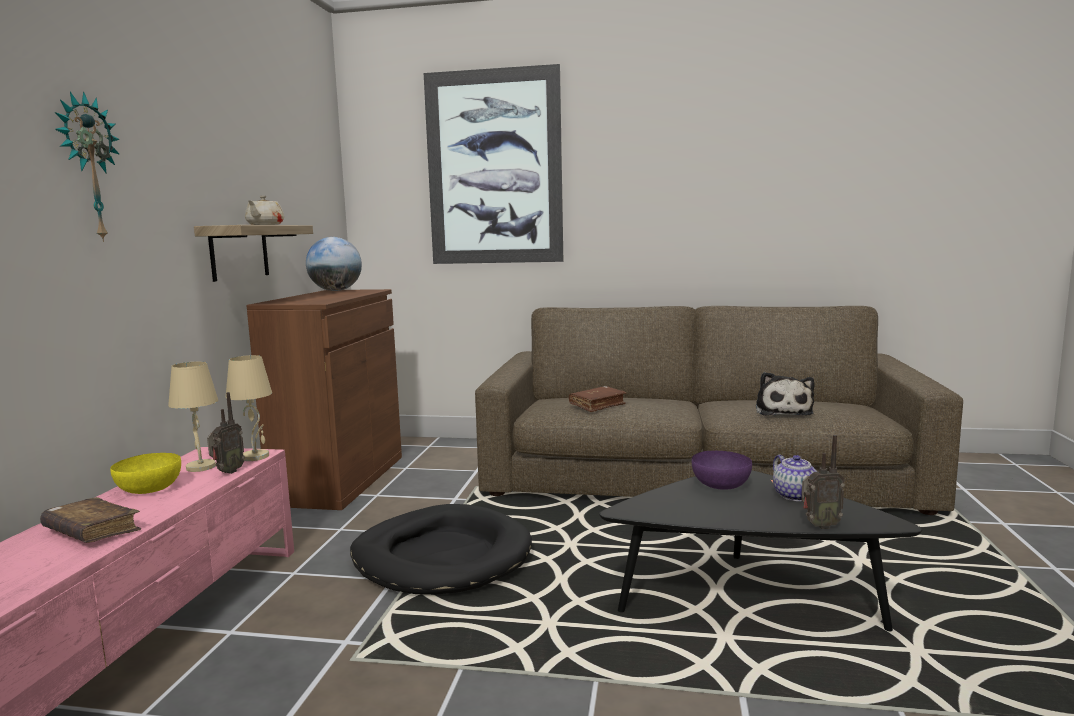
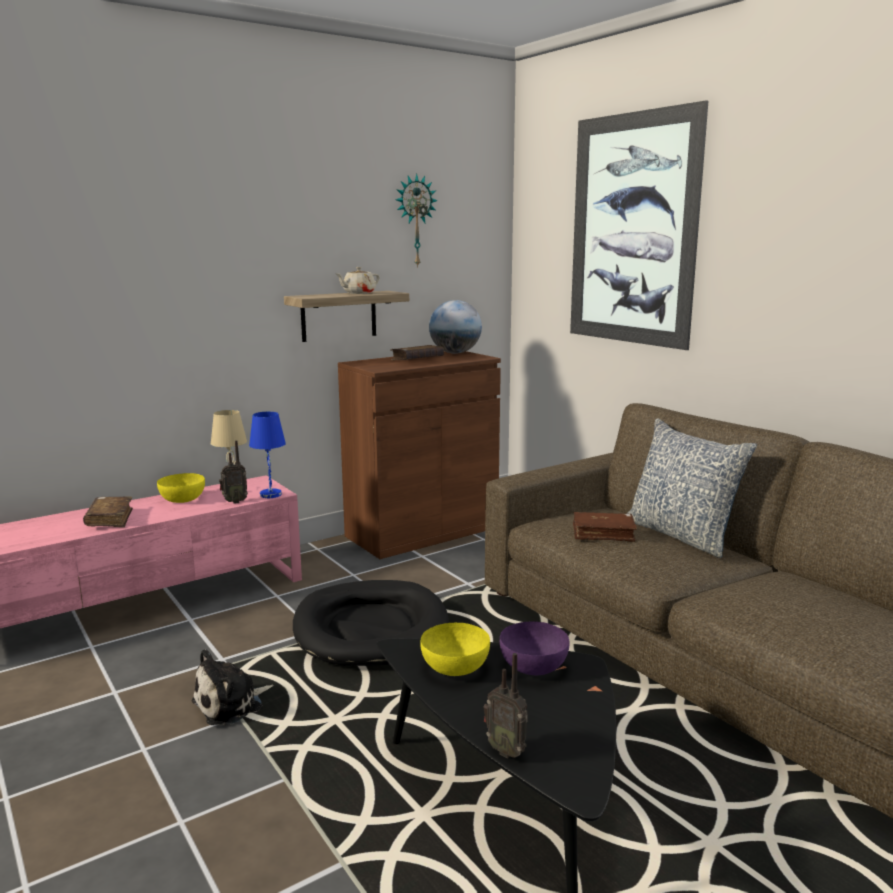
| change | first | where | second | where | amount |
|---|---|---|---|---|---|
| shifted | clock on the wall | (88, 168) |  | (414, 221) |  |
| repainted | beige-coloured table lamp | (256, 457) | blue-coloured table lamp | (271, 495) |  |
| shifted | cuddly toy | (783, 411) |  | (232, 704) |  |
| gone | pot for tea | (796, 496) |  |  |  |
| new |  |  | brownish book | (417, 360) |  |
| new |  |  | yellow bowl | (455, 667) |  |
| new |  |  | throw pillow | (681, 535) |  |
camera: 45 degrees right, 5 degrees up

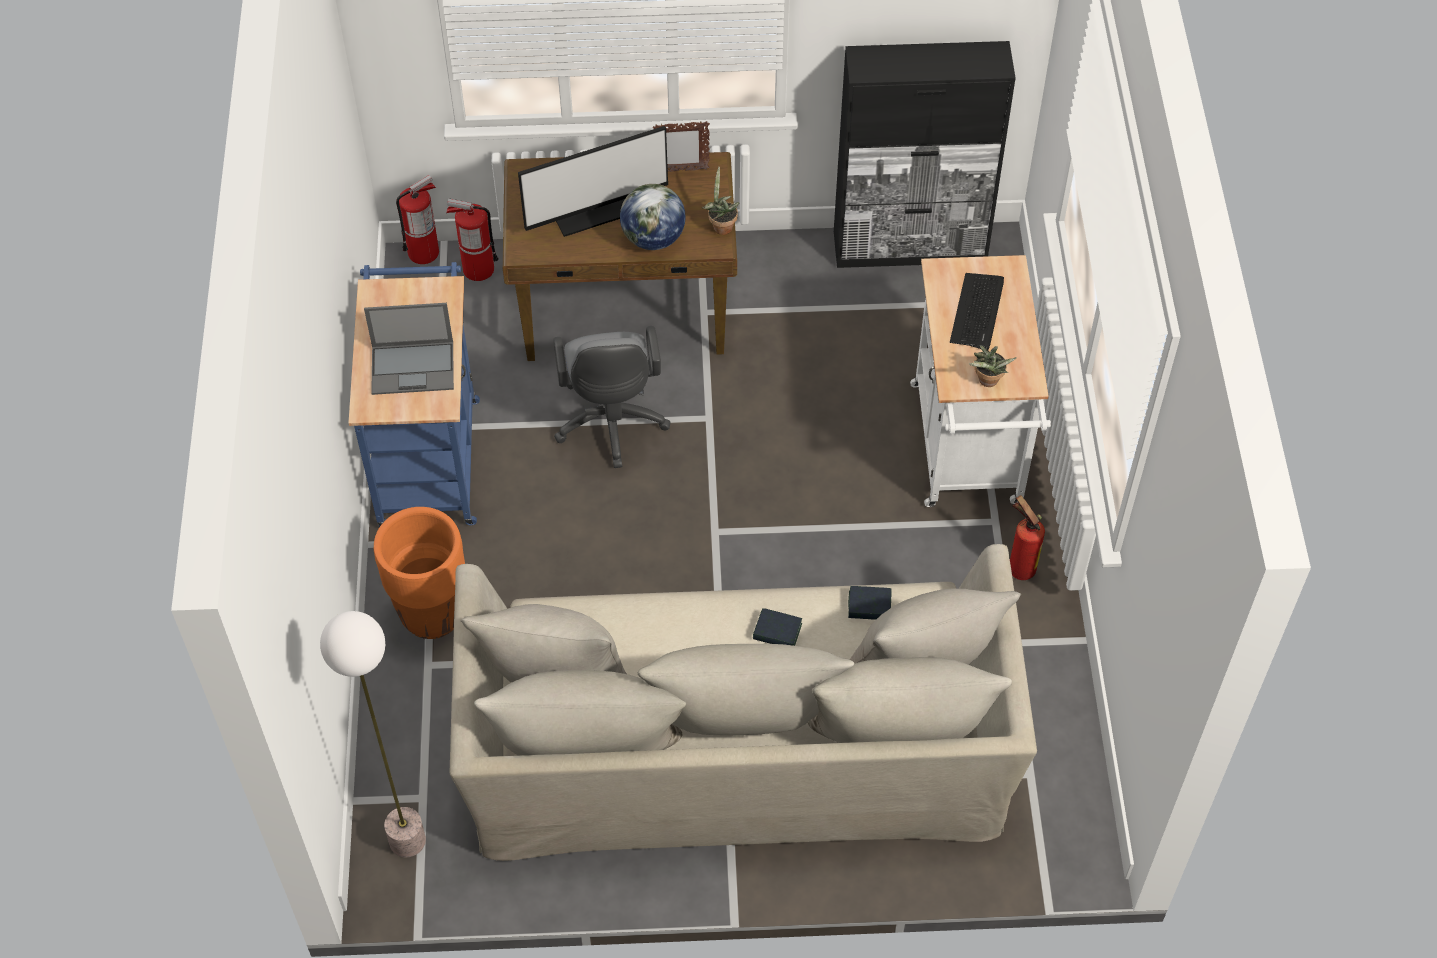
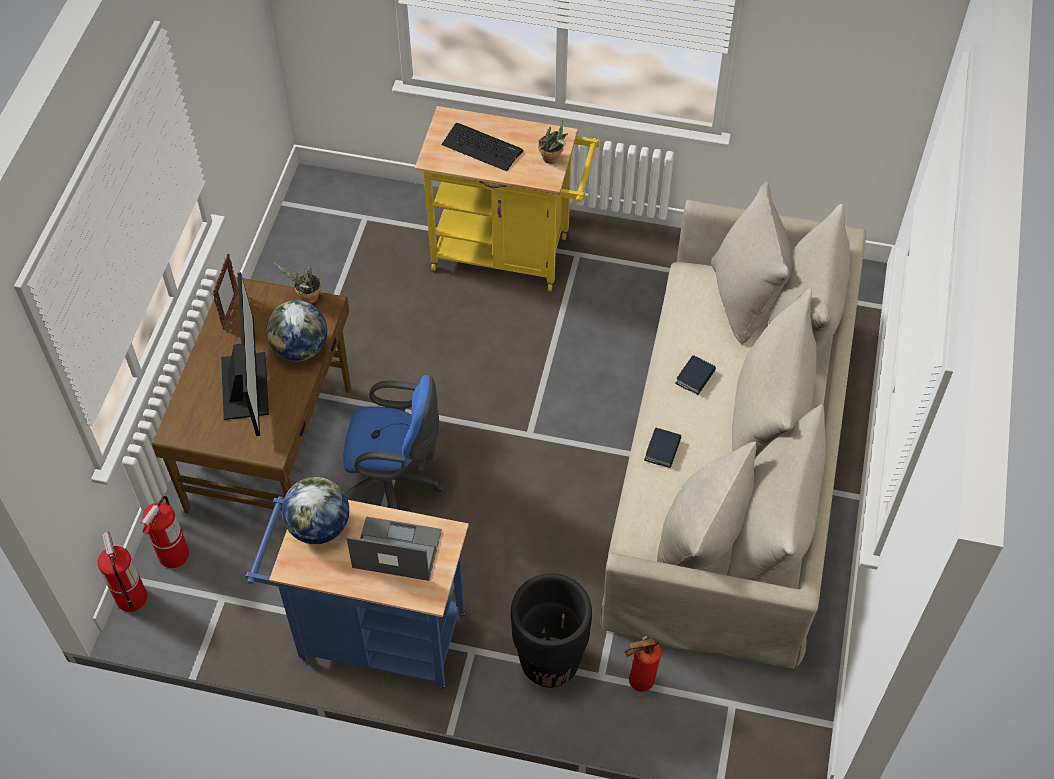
| change | first | where | second | where | amount |
|---|---|---|---|---|---|
| gone | floor lamp | (407, 841) |  |  |  |
| rotated | portable computer | (414, 367) |  | (396, 549) | 90 degrees counterclockwise |
| repainted | orange flower pot | (432, 615) | blackish flower pot | (549, 664) |  |
| repainted | grey office chair | (611, 425) | blue-coloured office chair | (394, 485) |  |
| gone | blackish cupboard | (910, 247) |  |  |  |
| shifted | book | (869, 606) |  | (662, 450) |  |
| repainted | white wheeled cart | (967, 453) | yellow wheeled cart | (509, 253) |  |
| shifted | fire extinguisher | (1019, 567) |  | (637, 682) |  |
| new |  |  | world globe | (319, 527) |  |
camera: 75 degrees left, 0 degrees up

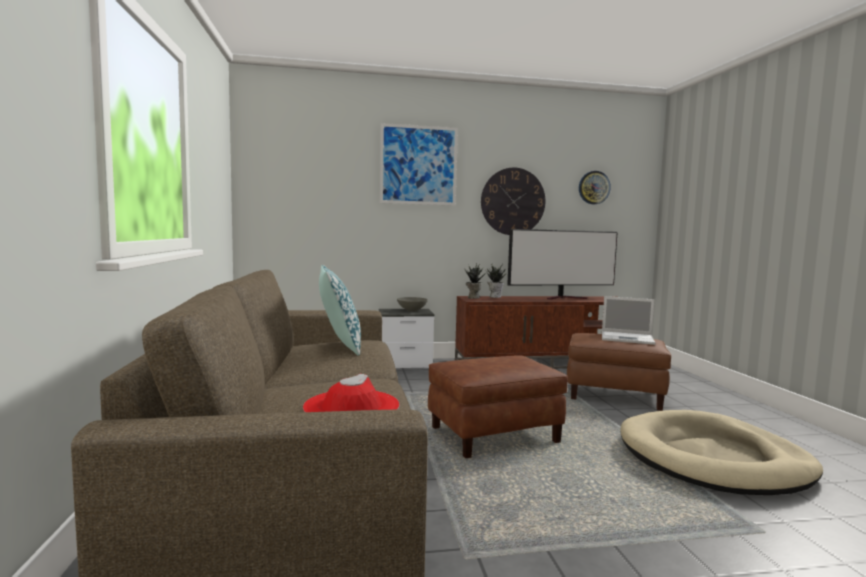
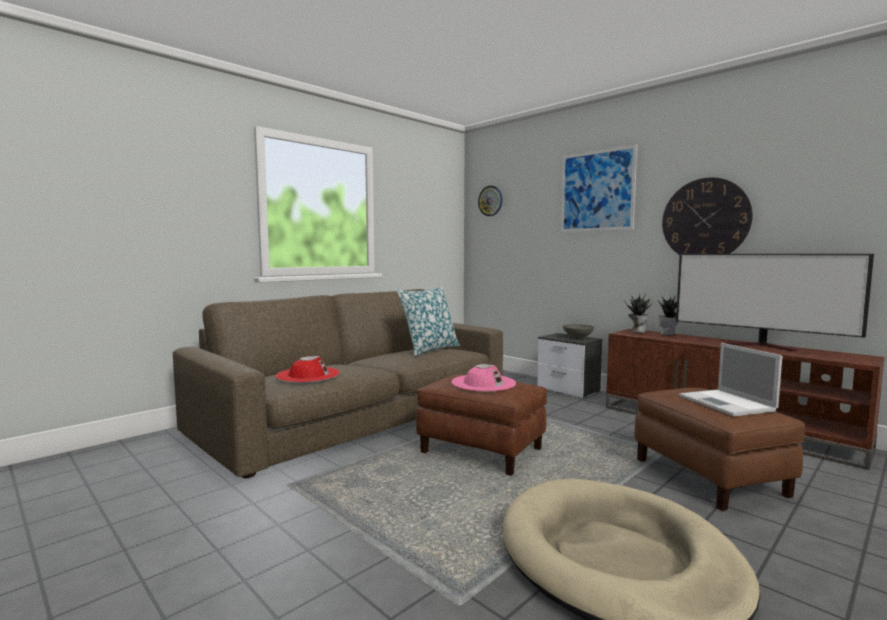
| change | first | where | second | where | amount |
|---|---|---|---|---|---|
| shifted | clock on the wall | (594, 187) |  | (490, 201) |  |
| new |  |  | pink-coloured clothing hat | (483, 383) |  |
camera: 55 degrees right, 0 degrees up

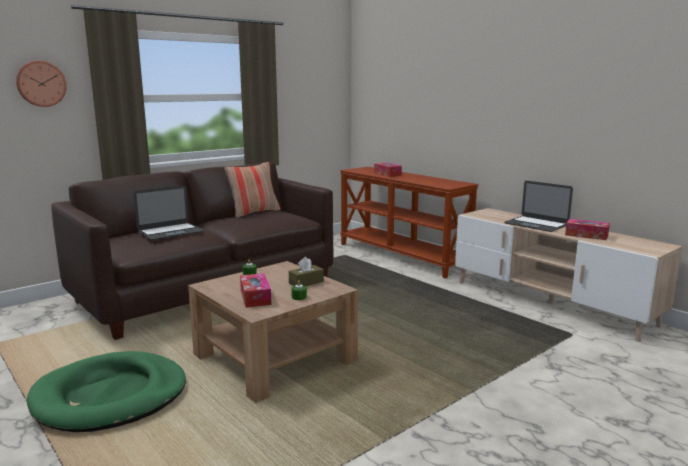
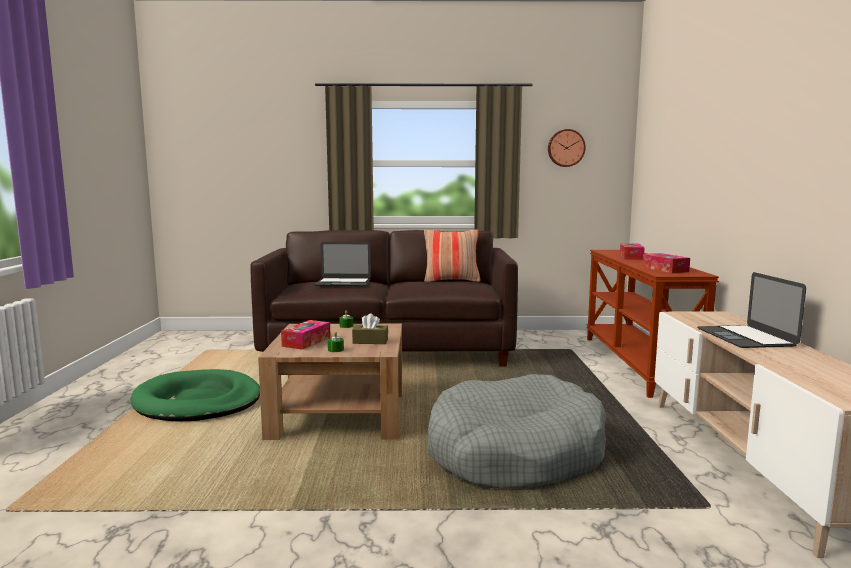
| change | first | where | second | where | amount |
|---|---|---|---|---|---|
| shifted | clock on the wall | (41, 84) |  | (566, 148) |  |
| shifted | box of tissues | (586, 235) |  | (665, 269) |  |
| new |  |  | grey dog cushion | (514, 453) |  |
camera: 40 degrees right, 5 degrees down

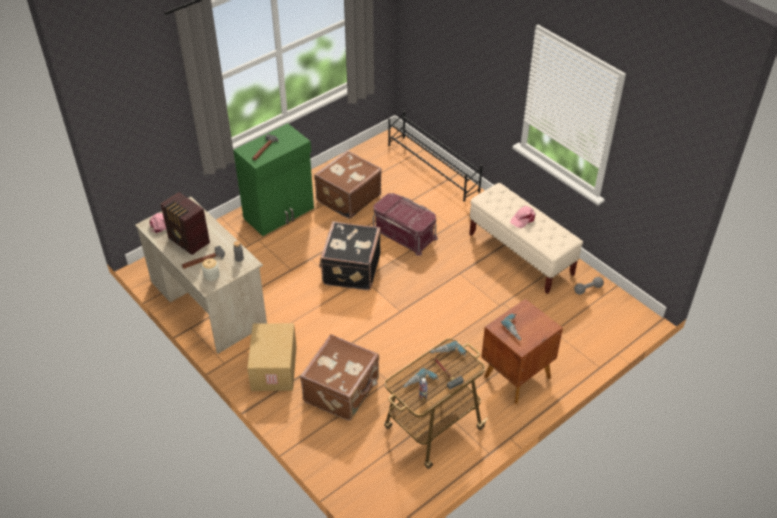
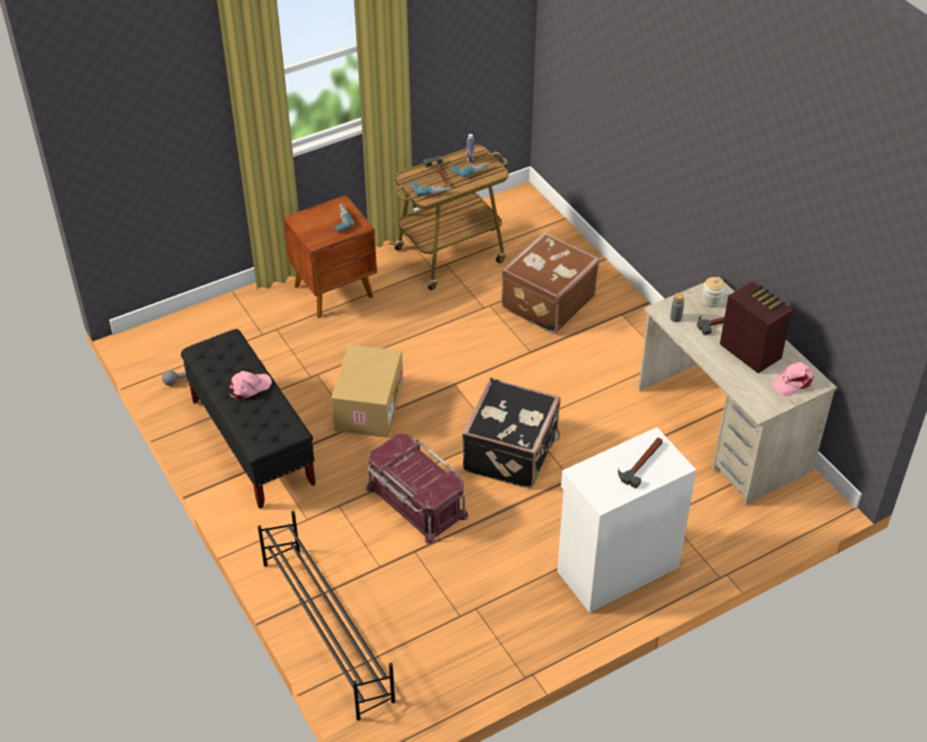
| change | first | where | second | where | amount |
|---|---|---|---|---|---|
| repainted | greenish cupboard | (280, 213) | white cupboard | (616, 568) |  |
| shifted | packing box | (275, 368) |  | (368, 406) |  |
| gone | brownish travel case | (347, 198) |  |  |  |
| repainted | beige-coloured indoor bench | (521, 255) | blackish indoor bench | (252, 442) |  |
camera: 170 degrees left, 0 degrees up

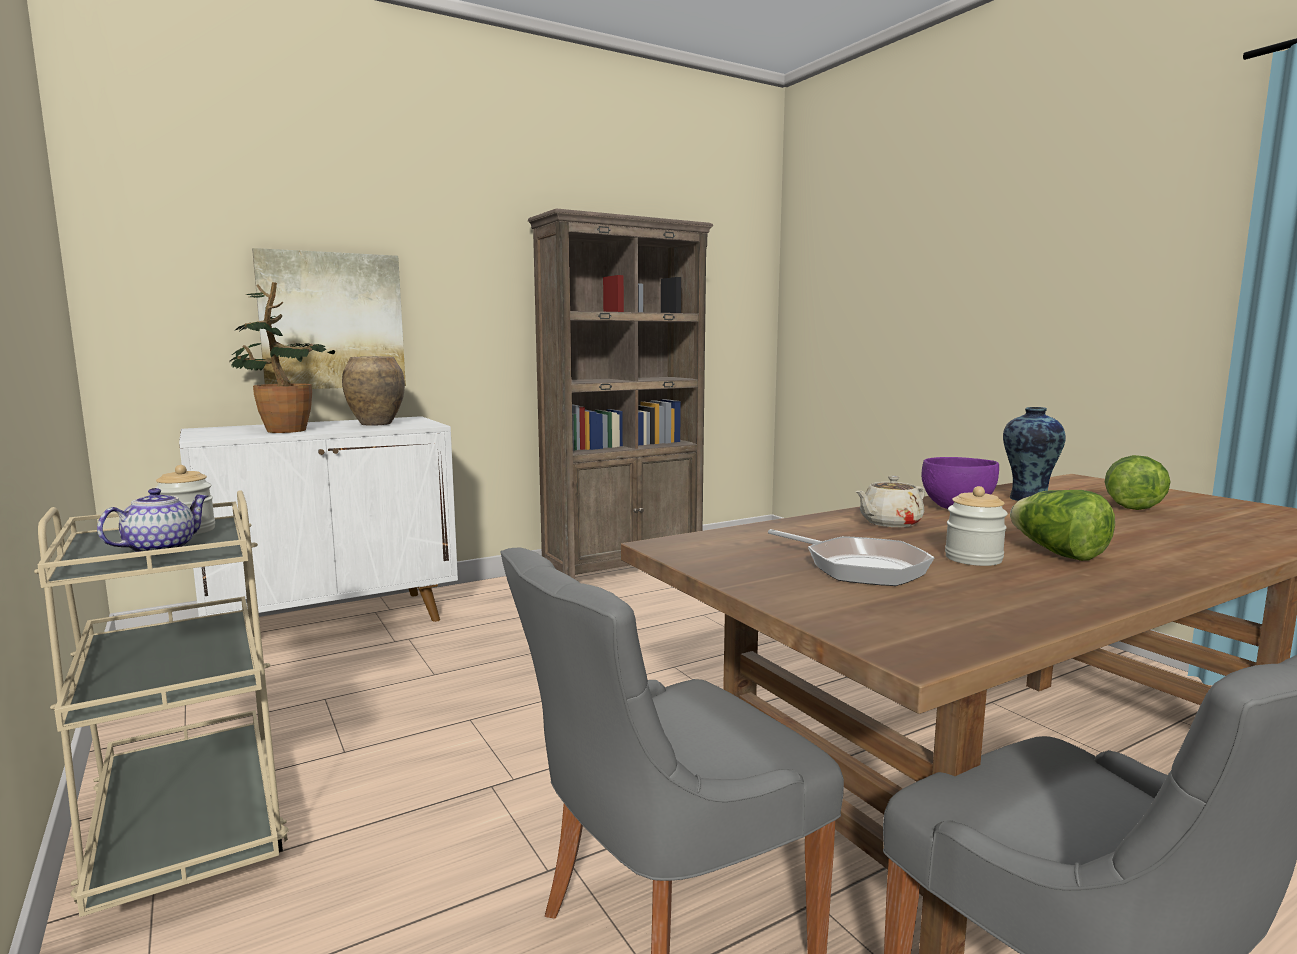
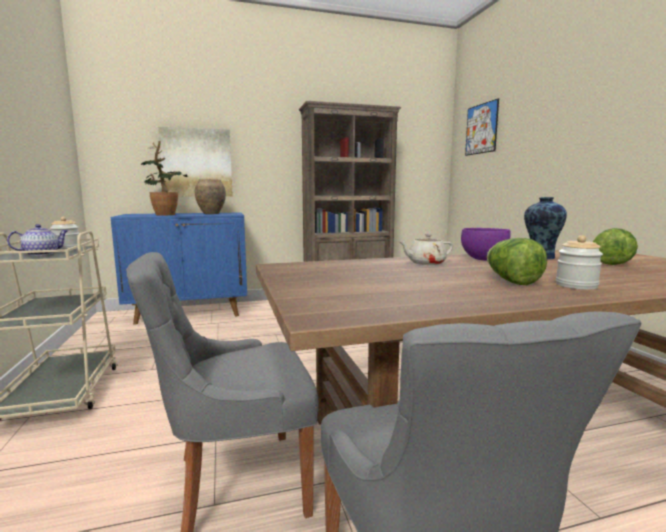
| change | first | where | second | where | amount |
|---|---|---|---|---|---|
| repainted | white cupboard | (335, 623) | blue-coloured cupboard | (190, 313) |  |
| gone | skillet | (859, 567) |  |  |  |
| shifted | preserve jar | (973, 558) |  | (576, 285) |  |
| new |  |  | picture | (481, 128) |  |
camera: 15 degrees right, 0 degrees up

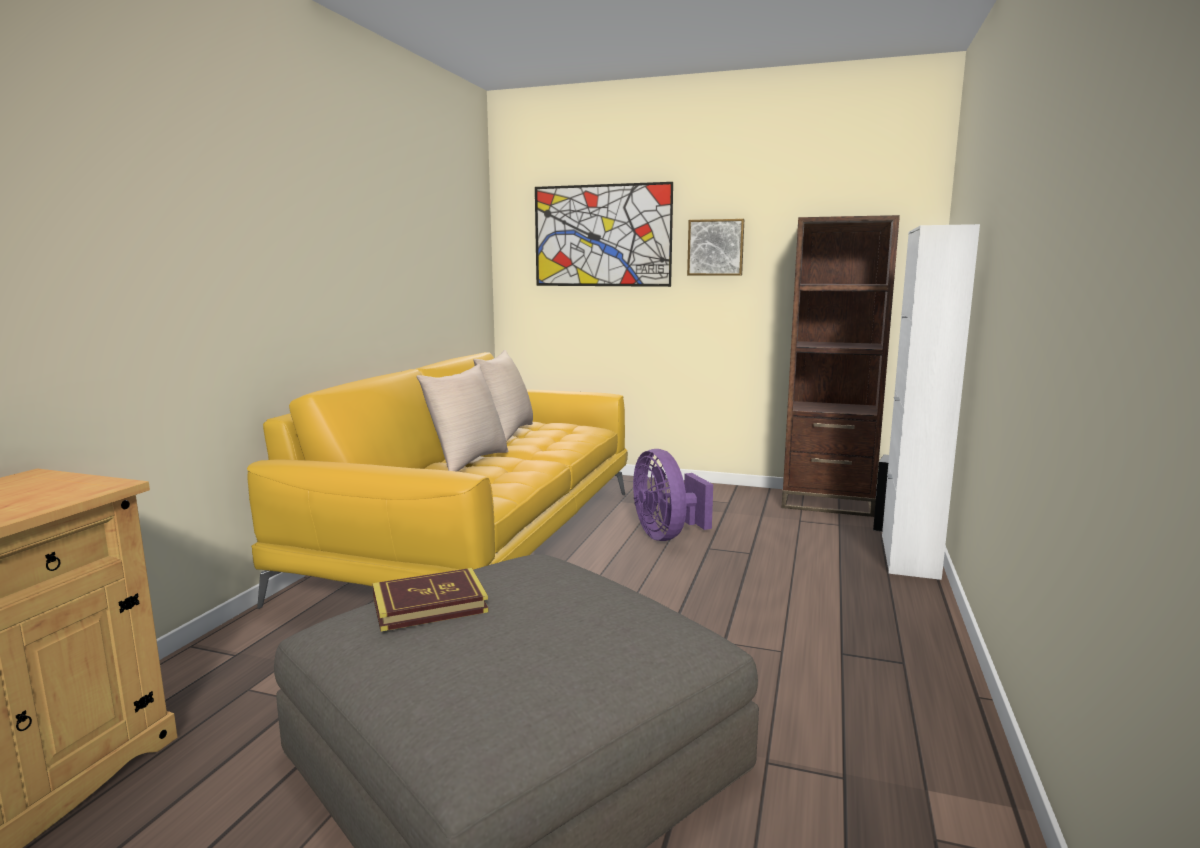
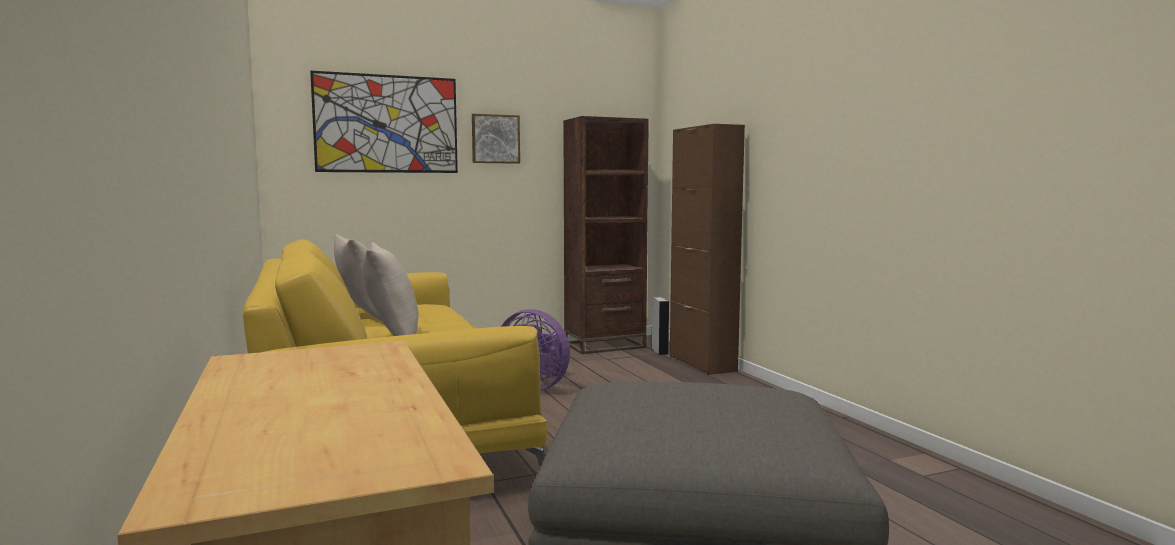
| change | first | where | second | where | amount |
|---|---|---|---|---|---|
| gone | book | (429, 605) |  |  |  |
| repainted | white cupboard | (909, 556) | brownish cupboard | (702, 364) |  |
camera: 40 degrees left, 5 degrees down

